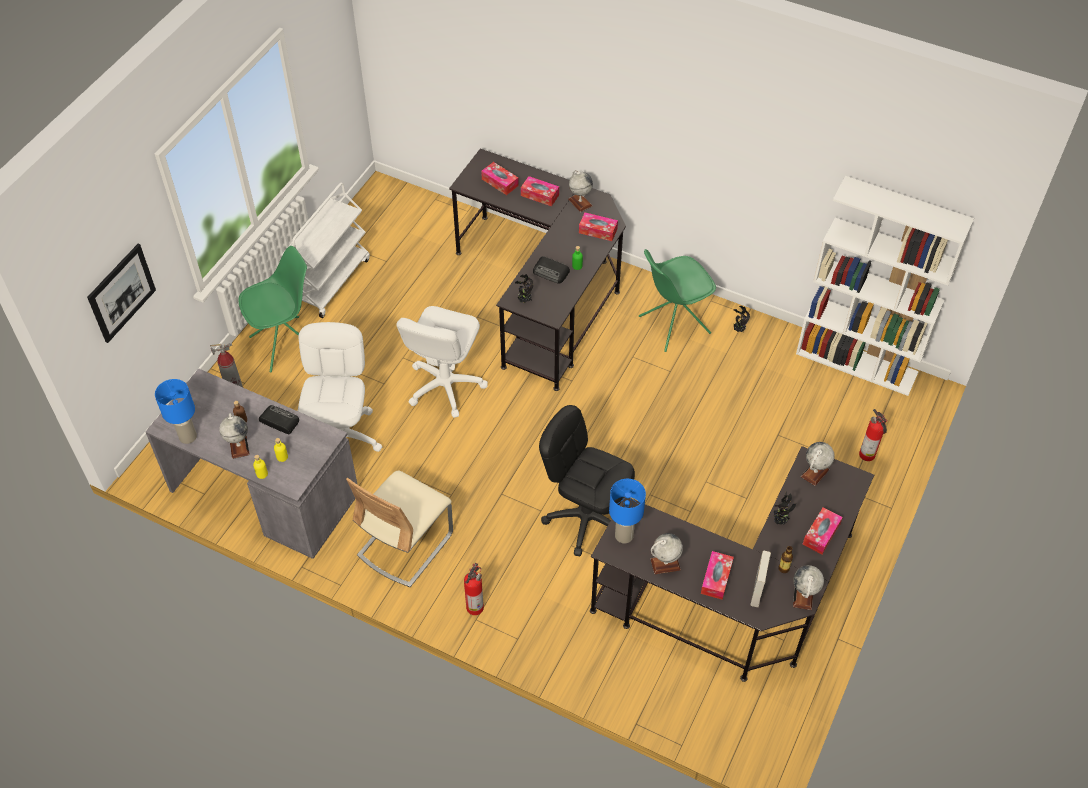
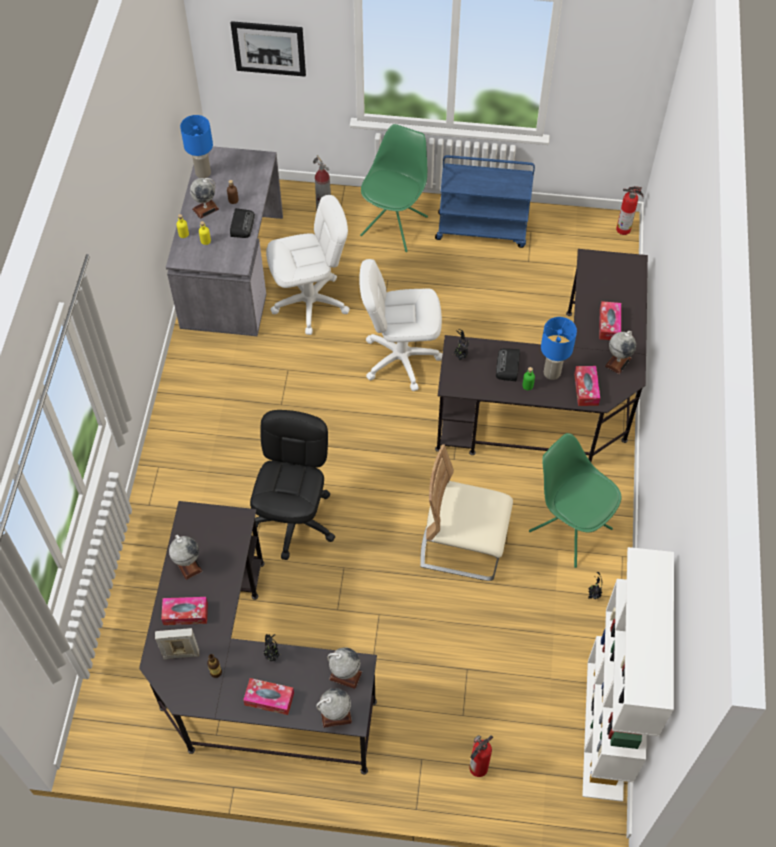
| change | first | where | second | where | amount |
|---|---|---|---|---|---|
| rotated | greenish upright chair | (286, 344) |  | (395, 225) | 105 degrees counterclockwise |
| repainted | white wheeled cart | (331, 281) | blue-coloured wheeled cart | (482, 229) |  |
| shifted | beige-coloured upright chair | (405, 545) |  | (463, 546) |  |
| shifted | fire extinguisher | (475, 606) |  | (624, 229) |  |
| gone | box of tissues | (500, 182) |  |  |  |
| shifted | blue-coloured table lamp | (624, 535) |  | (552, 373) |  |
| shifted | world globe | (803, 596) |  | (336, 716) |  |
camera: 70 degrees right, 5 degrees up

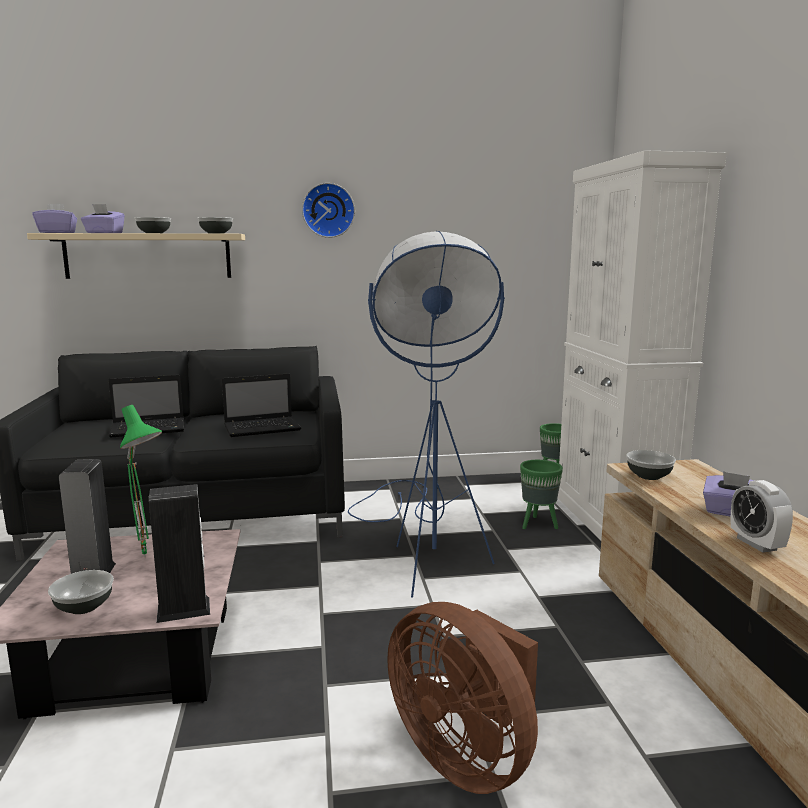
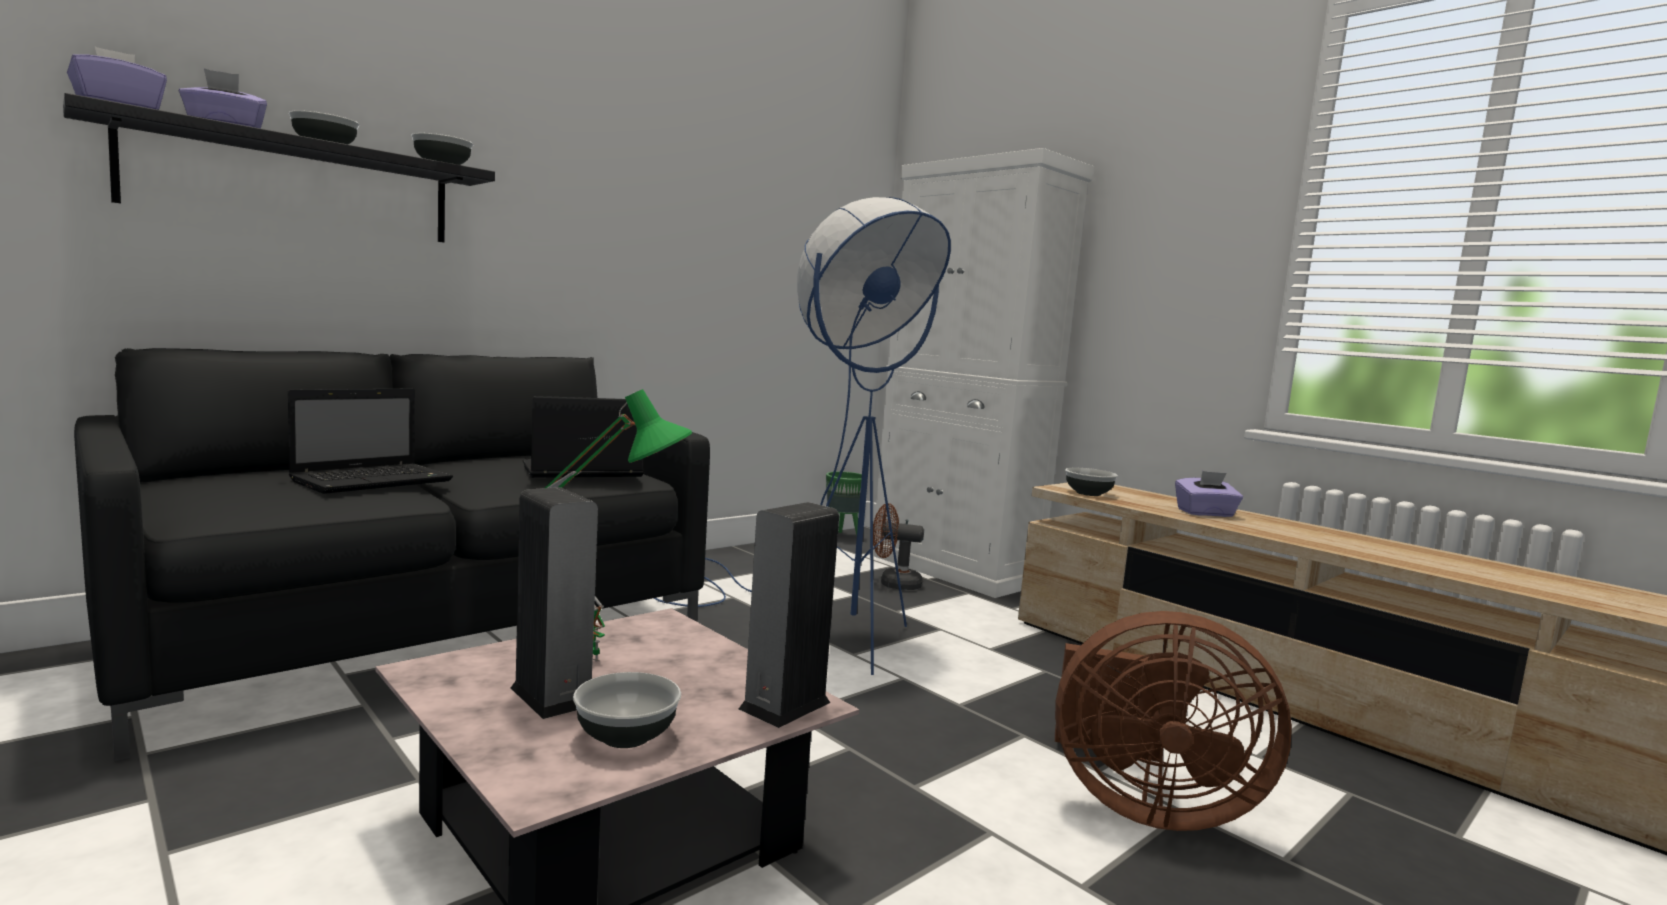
| change | first | where | second | where | amount |
|---|---|---|---|---|---|
| repainted | beige-coloured wall shelf | (148, 256) | blackish wall shelf | (295, 185) |  |
| rotated | portable computer | (264, 428) |  | (580, 472) | 150 degrees counterclockwise |
| gone | clock on the wall | (328, 210) |  |  |  |
| swapped | greenish flower pot | (538, 525) | brownish electric fan | (893, 584) |  |
| gone | alarm clock | (756, 544) |  |  |  |
camera: 35 degrees left, 5 degrees down

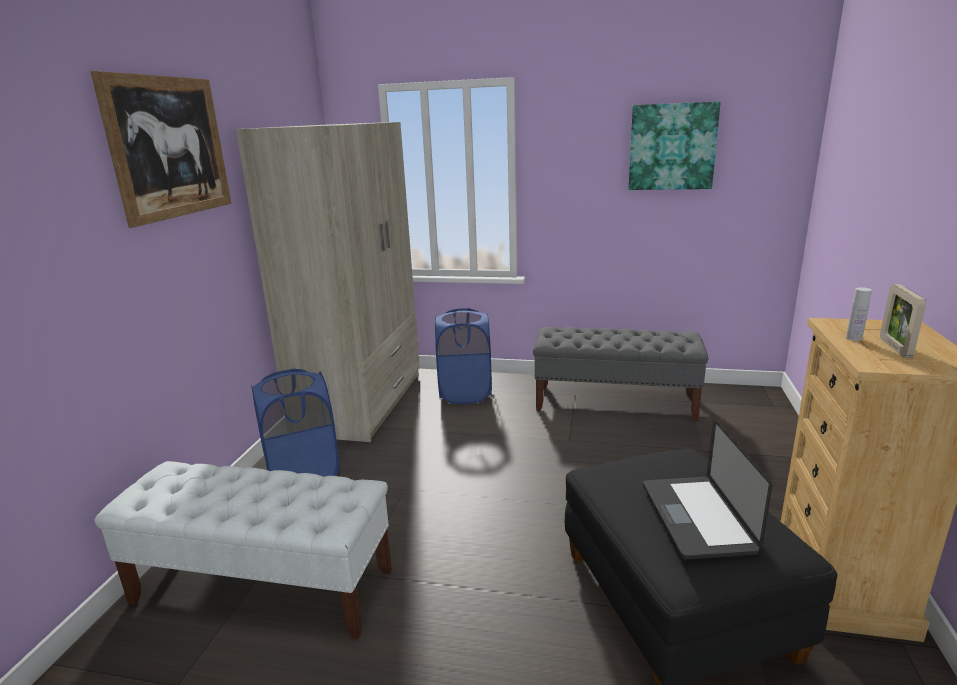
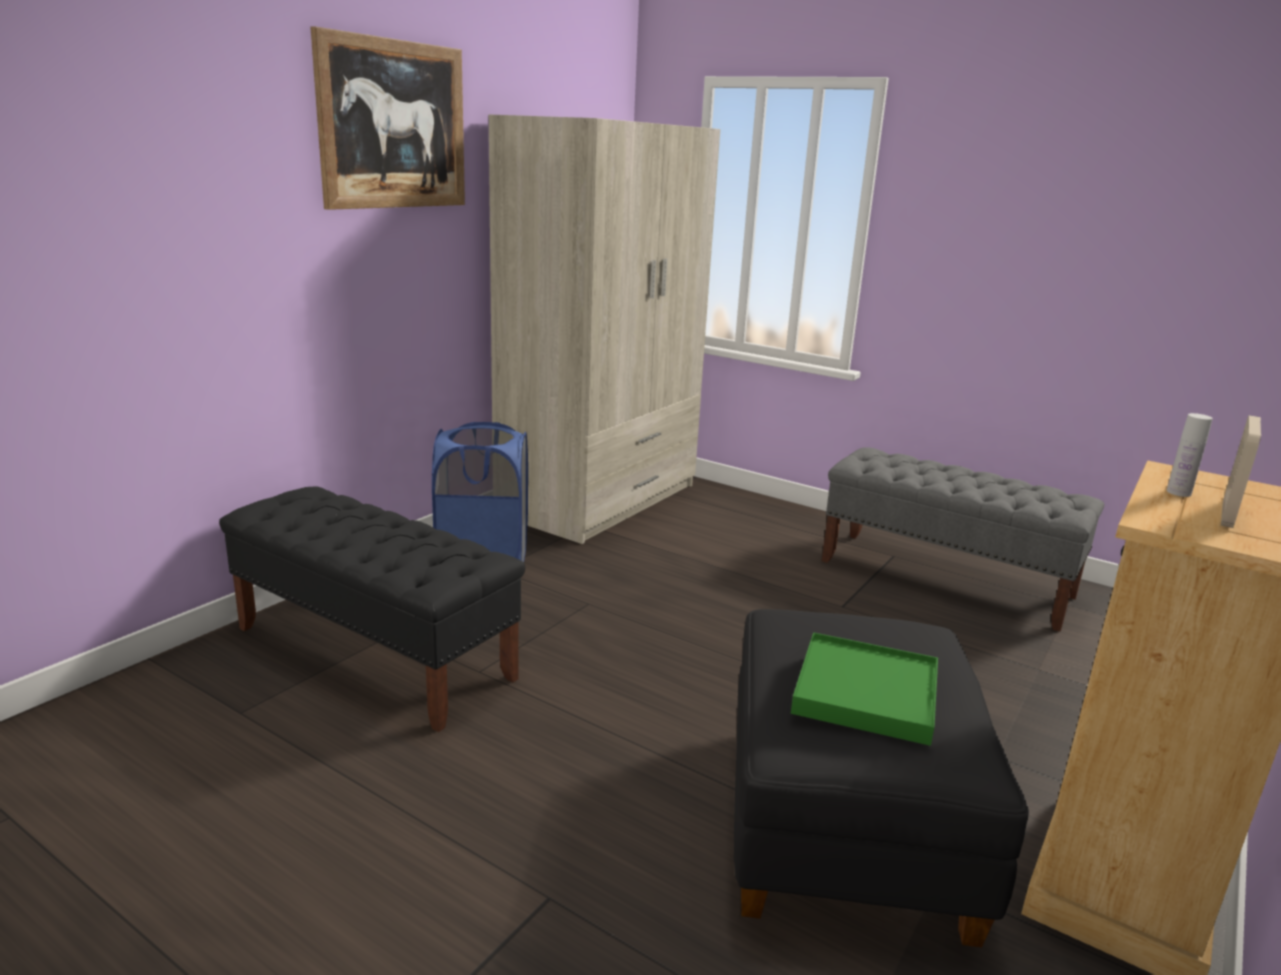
| change | first | where | second | where | amount |
|---|---|---|---|---|---|
| repainted | white indoor bench | (262, 586) | blackish indoor bench | (373, 653) |  |
| gone | blue-coloured laundry basket | (465, 393) |  |  |  |
| gone | picture | (672, 147) |  |  |  |
| swapped | portable computer | (696, 517) | greenish carrying tray | (866, 693) |  |
camera: 20 degrees right, 0 degrees up

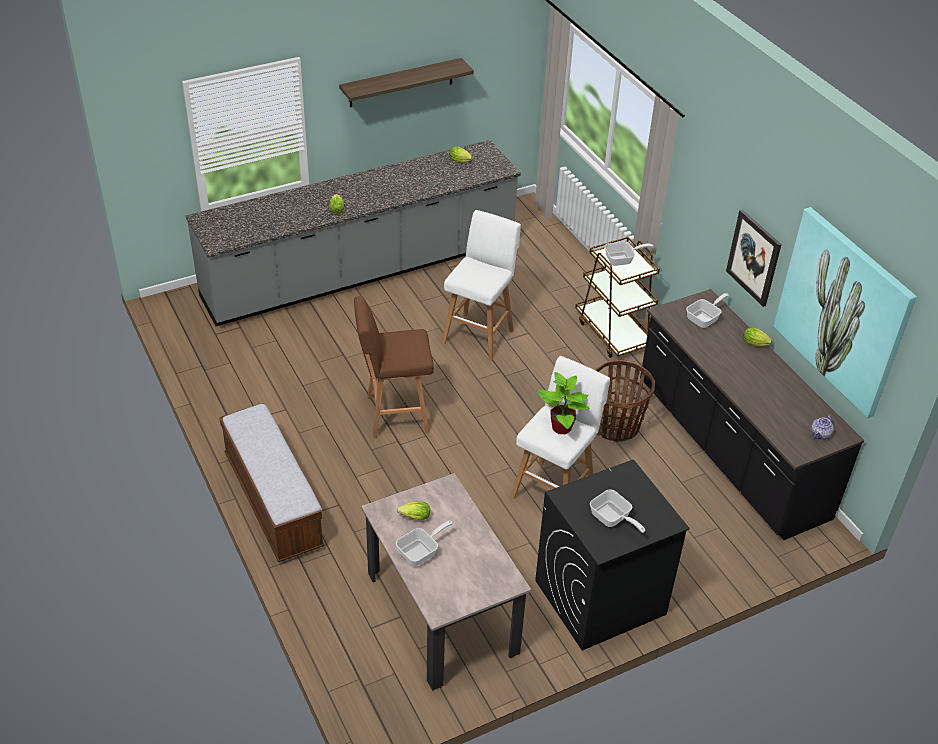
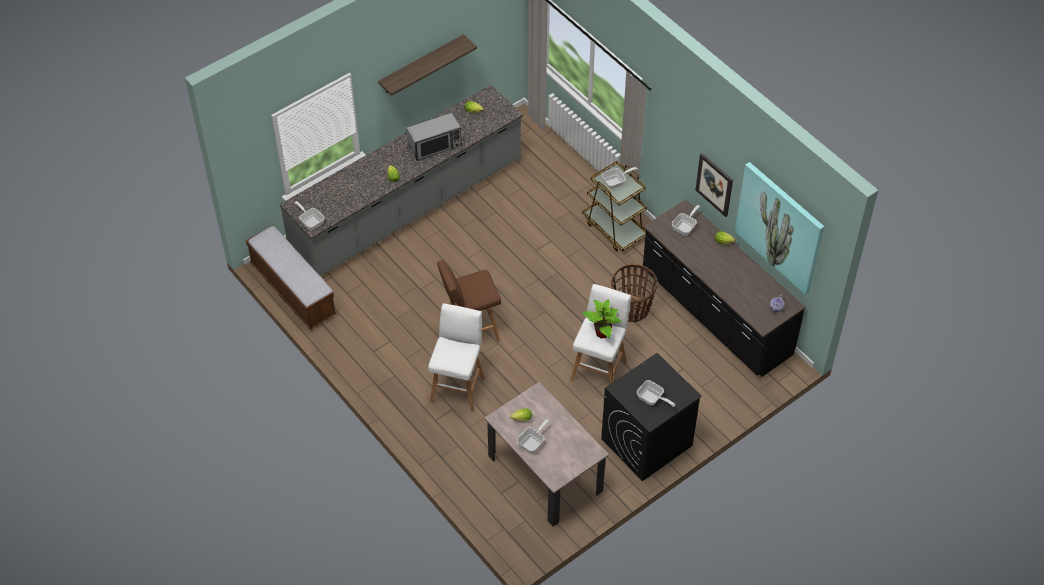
| change | first | where | second | where | amount |
|---|---|---|---|---|---|
| shifted | indoor bench | (273, 501) |  | (293, 290) |  |
| shifted | white stool seat | (479, 335) |  | (458, 388) |  |
| new |  |  | skillet | (311, 221) |  |
| new |  |  | microwave | (435, 146) |  |
camera: 10 degrees left, 10 degrees up

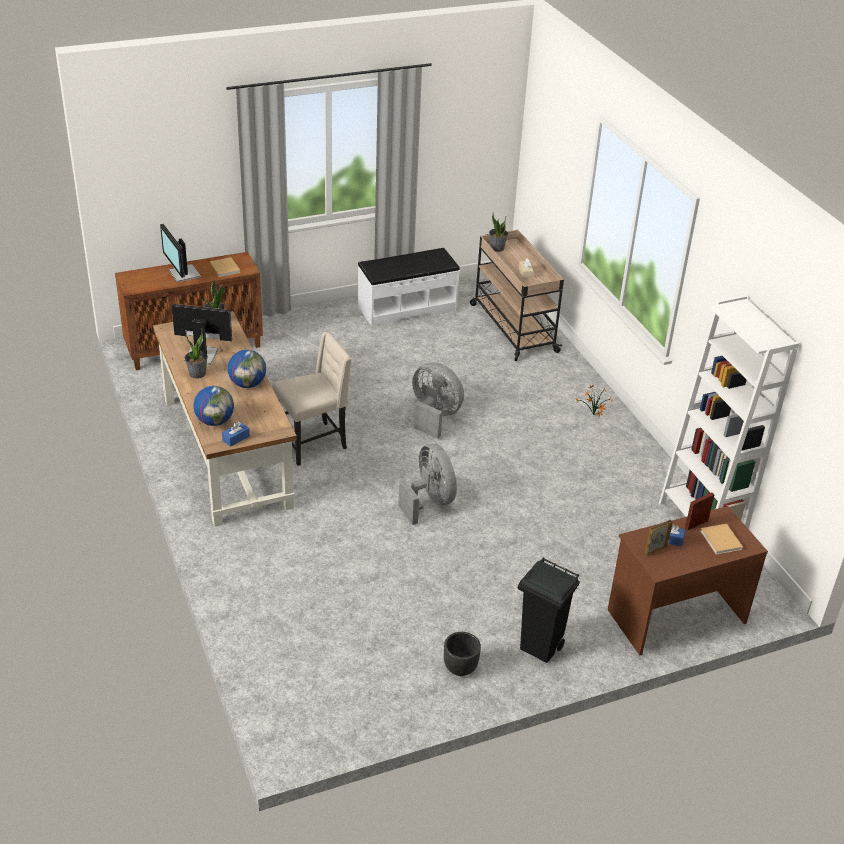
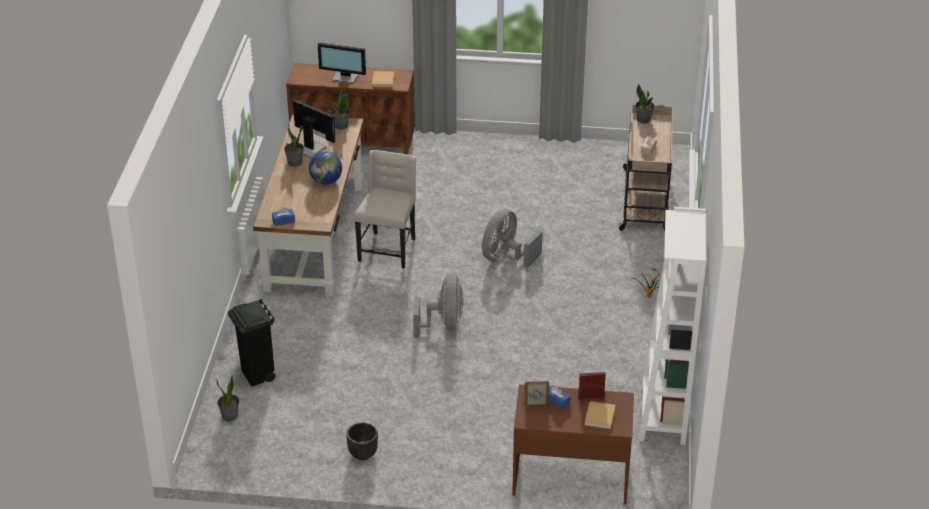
| change | first | where | second | where | amount |
|---|---|---|---|---|---|
| rotated | monitor | (183, 274) |  | (345, 77) | 75 degrees counterclockwise |
| gone | world globe | (215, 421) |  |  |  |
| rotated | beige-coloured upright chair | (313, 442) |  | (388, 249) | 75 degrees counterclockwise |
| gone | white indoor bench | (406, 307) |  |  |  |
| rotated | grey electric fan | (434, 416) |  | (506, 257) | 120 degrees counterclockwise |
| shifted | blackish trash can | (541, 648) |  | (258, 376) |  |
| new |  |  | plant in a pot | (230, 416) |  |
camera: 30 degrees right, 0 degrees up

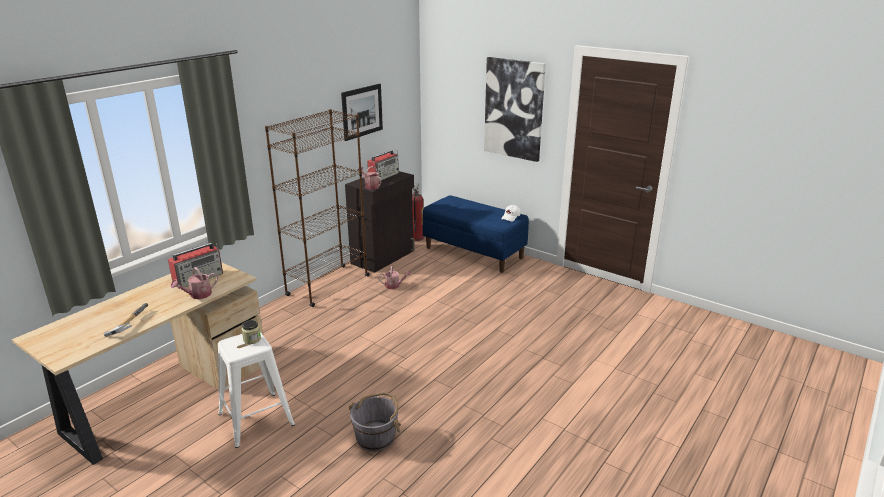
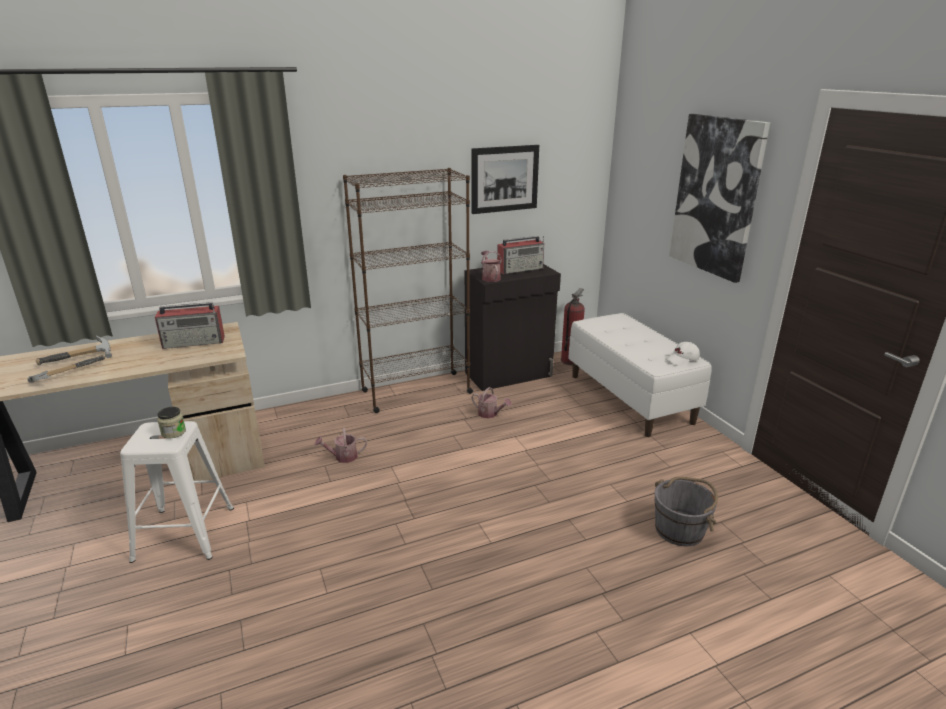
| change | first | where | second | where | amount |
|---|---|---|---|---|---|
| shifted | watering can | (197, 295) |  | (343, 457) |  |
| shifted | grey water bucket | (376, 437) |  | (680, 530) |  |
| repainted | blue-coloured indoor bench | (474, 253) | white indoor bench | (630, 398) |  |
| new |  |  | tool hammer | (79, 360) |  |
camera: 30 degrees right, 0 degrees up

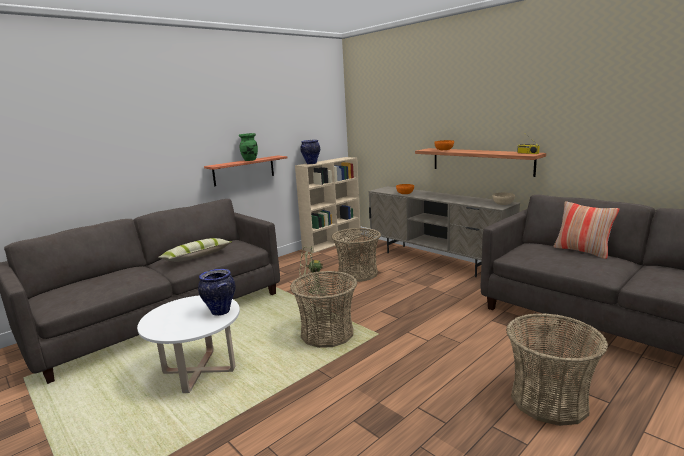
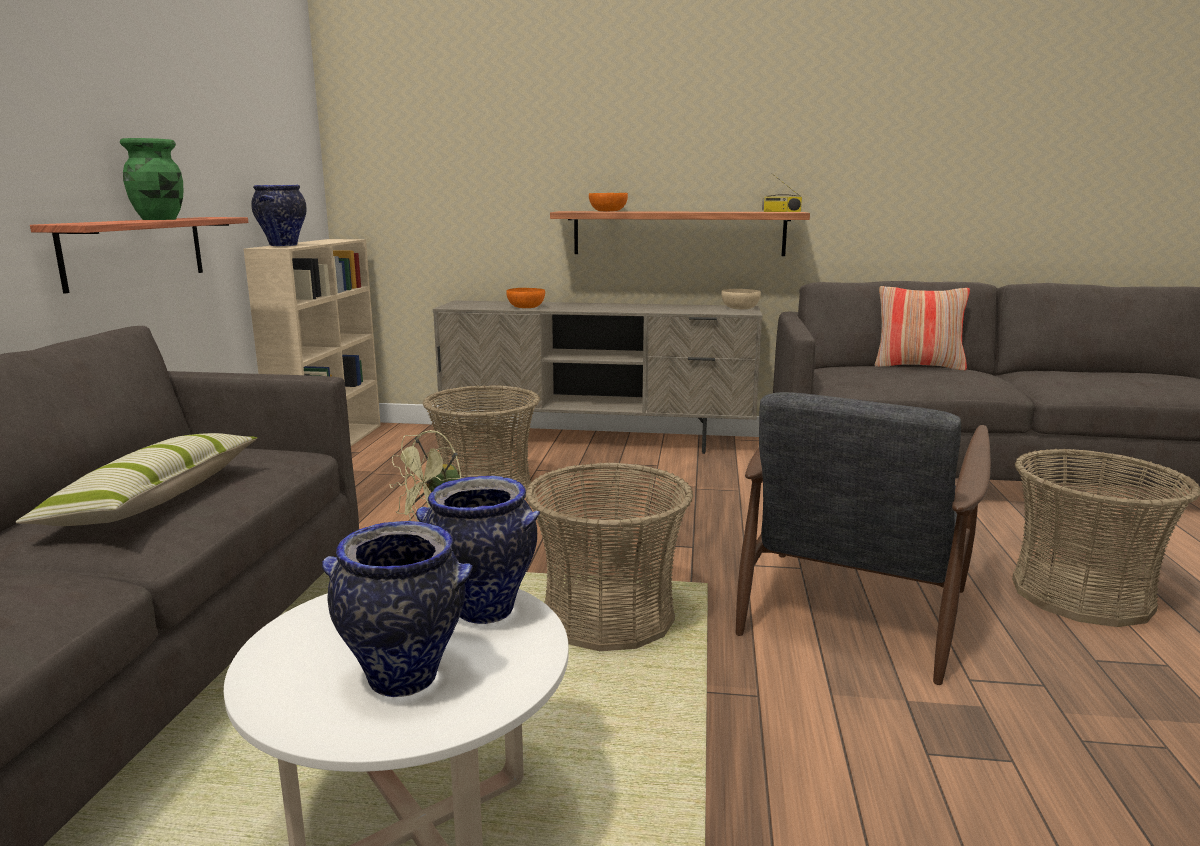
| change | first | where | second | where | amount |
|---|---|---|---|---|---|
| new |  |  | flower vase | (405, 678) |  |
| new |  |  | grey easy chair | (853, 606) |  |
camera: 40 degrees left, 0 degrees up

